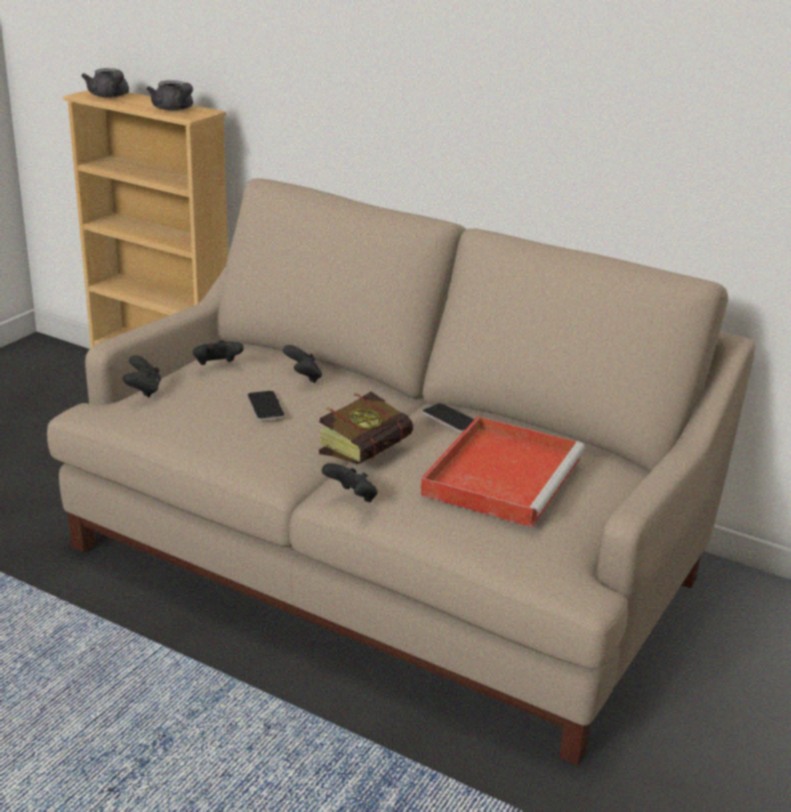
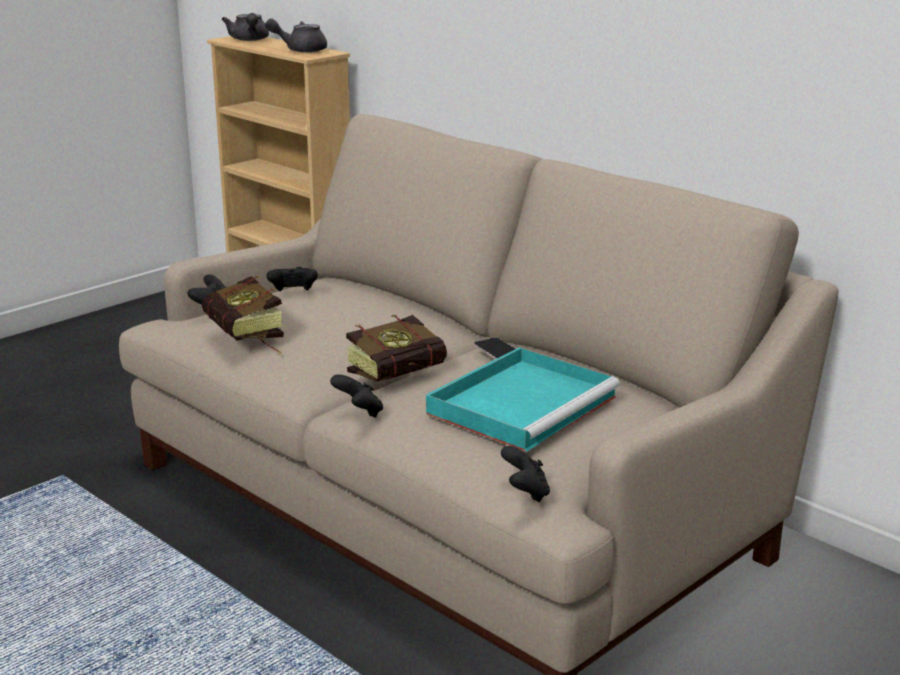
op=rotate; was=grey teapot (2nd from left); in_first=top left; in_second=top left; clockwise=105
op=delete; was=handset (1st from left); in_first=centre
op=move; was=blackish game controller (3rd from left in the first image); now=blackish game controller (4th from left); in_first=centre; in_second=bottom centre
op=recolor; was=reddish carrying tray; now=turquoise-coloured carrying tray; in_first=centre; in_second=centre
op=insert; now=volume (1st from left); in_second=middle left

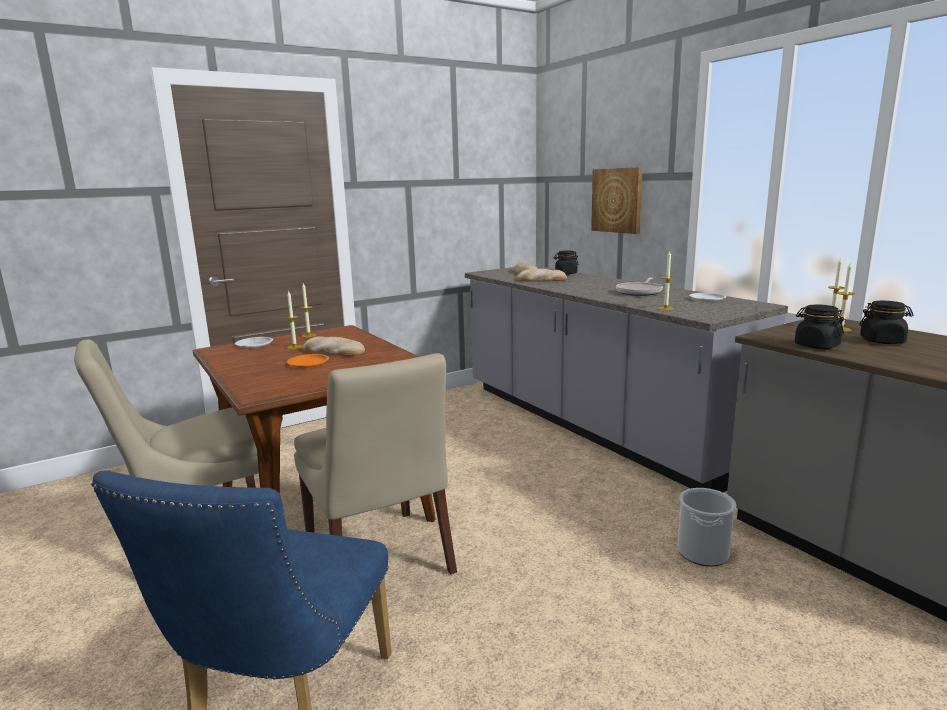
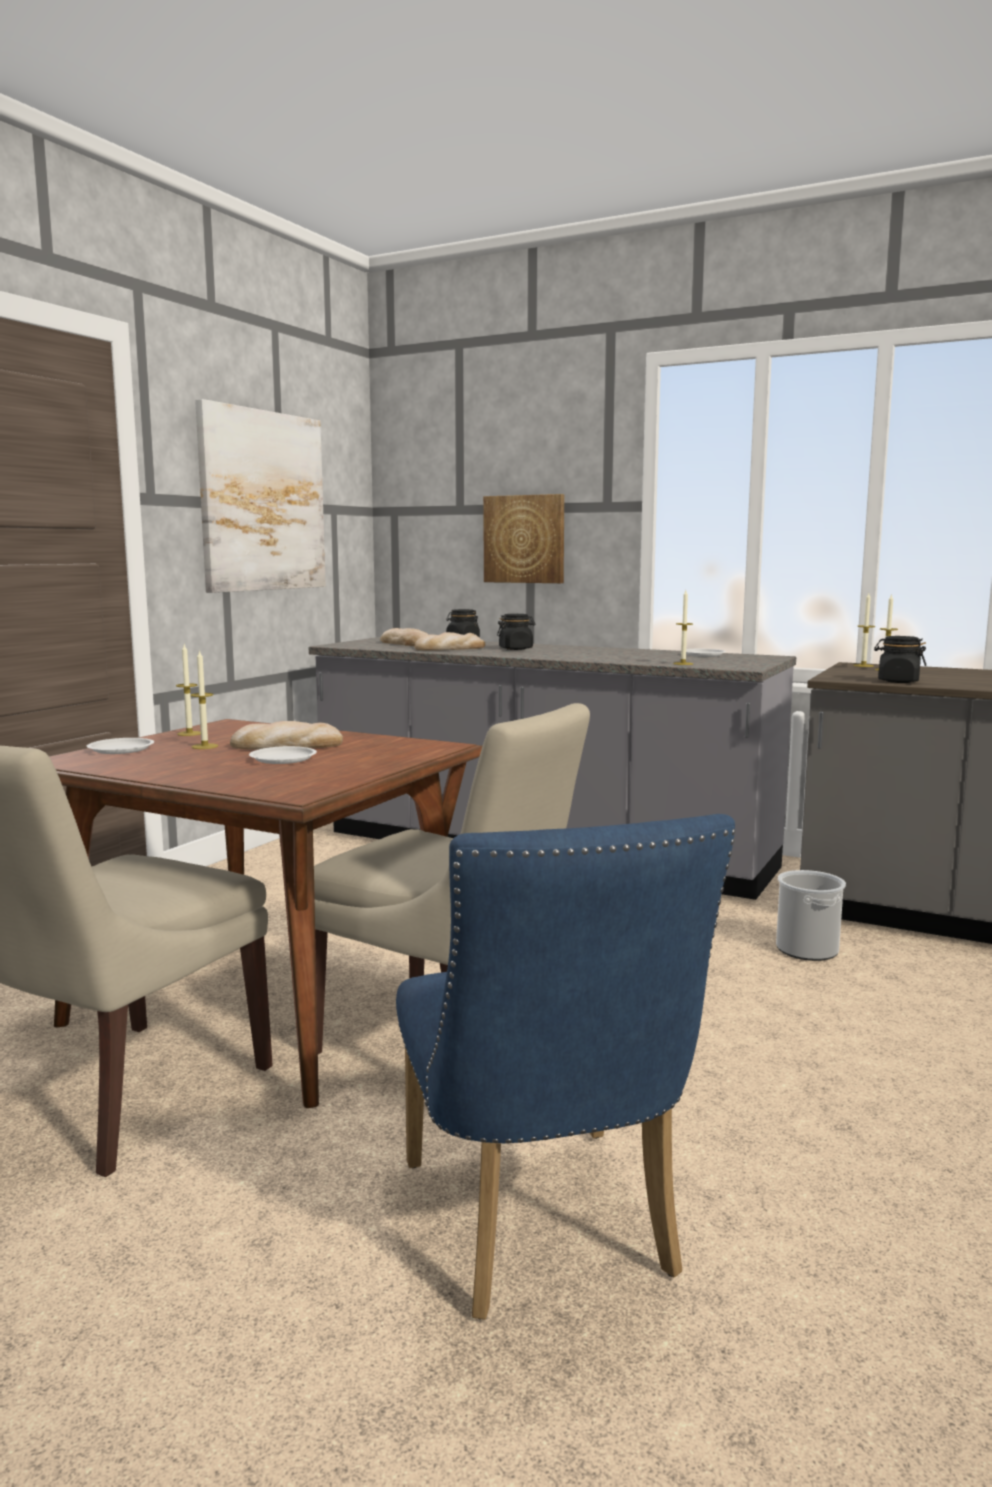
op=recolor; was=orangey dinner plate; now=white-coloured dinner plate (2nd from left); in_first=middle left; in_second=middle left
op=delete; was=pan; in_first=middle right
op=move; was=blackish jar (3rd from left in the first image); now=blackish jar (2nd from left); in_first=middle right; in_second=centre
op=insert; now=wall picture (1st from left); in_second=middle left

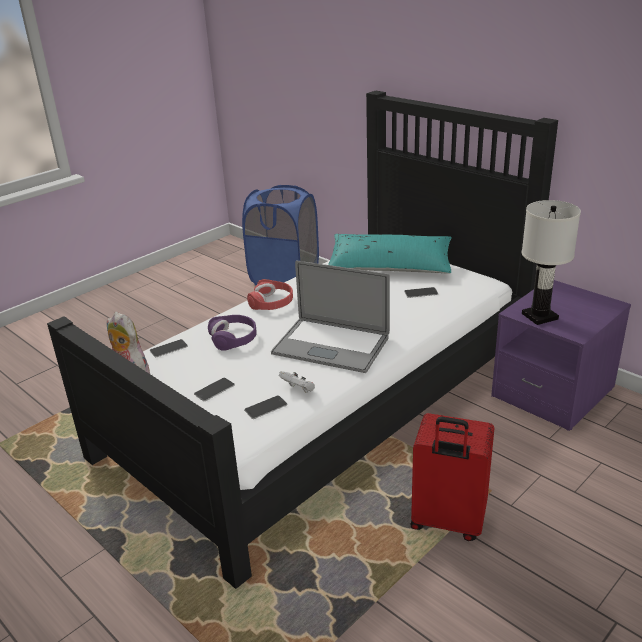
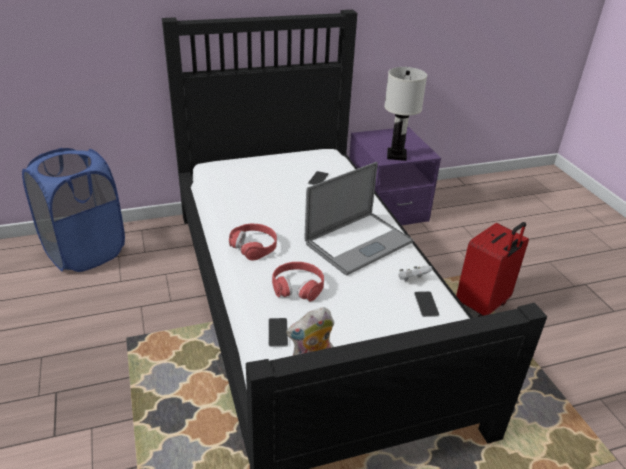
op=delete; was=handset (2nd from left); in_first=centre
op=recolor; was=purplish pair of headphones; now=reddish pair of headphones (2nd from left); in_first=centre; in_second=centre
op=delete; was=turquoise-coloured throw pillow; in_first=centre

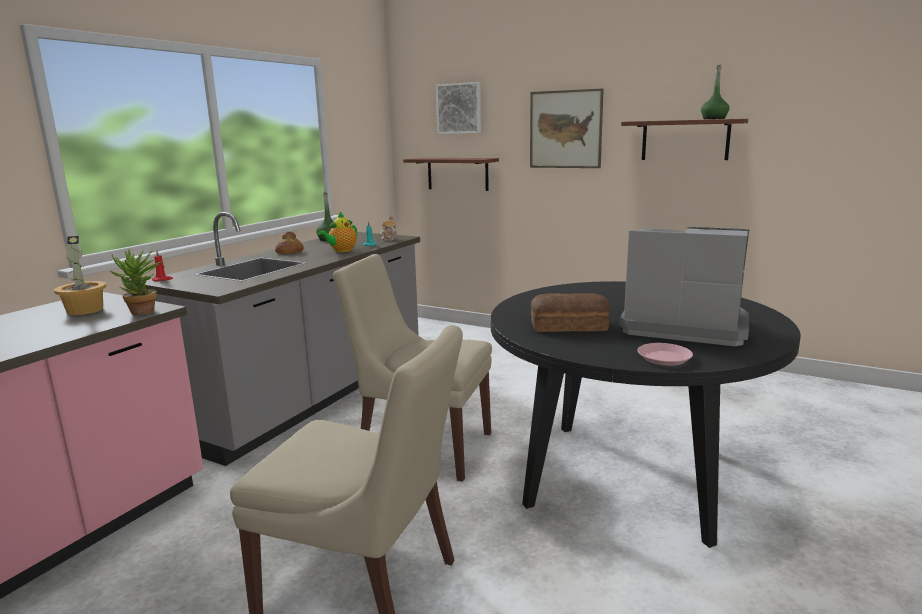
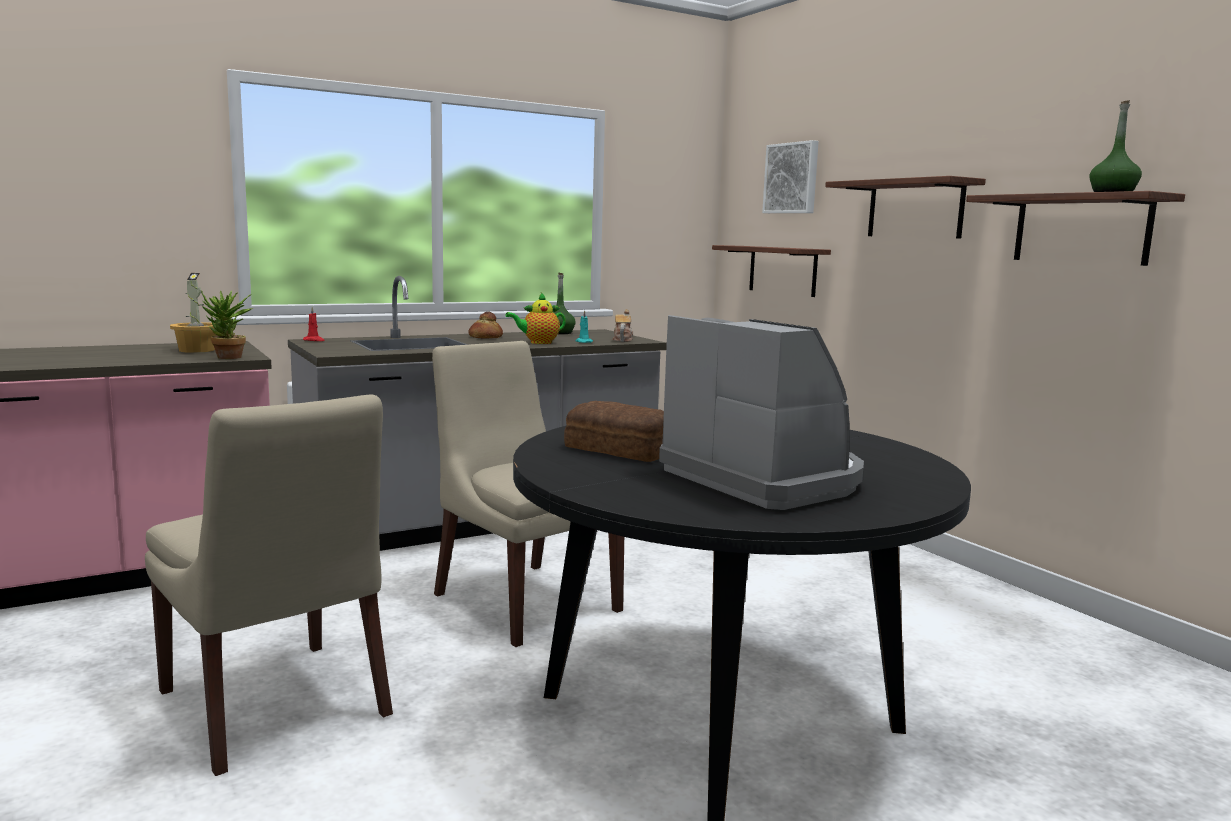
op=replace; was=wall picture (2nd from left); now=wall shelf (2nd from left); in_first=top centre; in_second=top right
op=delete; was=pink-coloured dinner plate; in_first=middle right

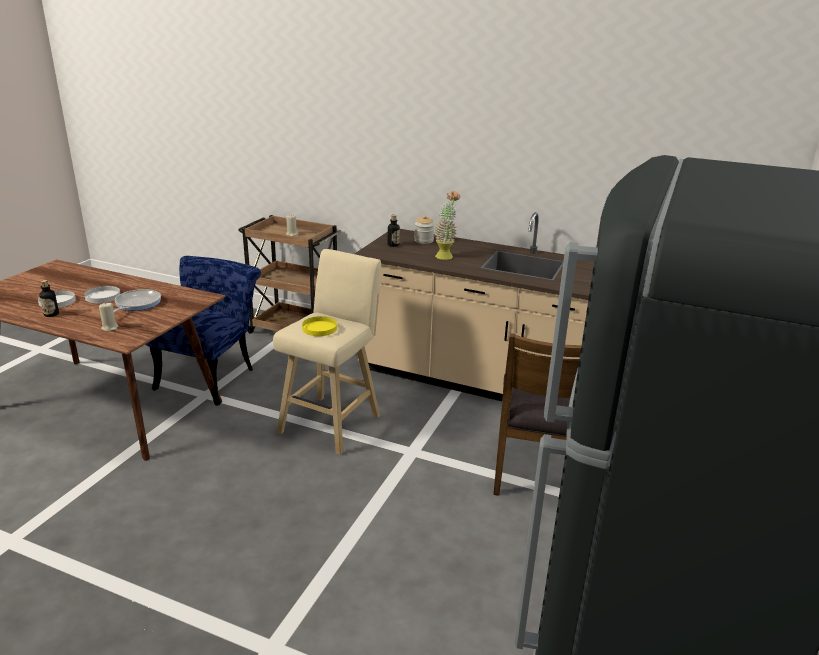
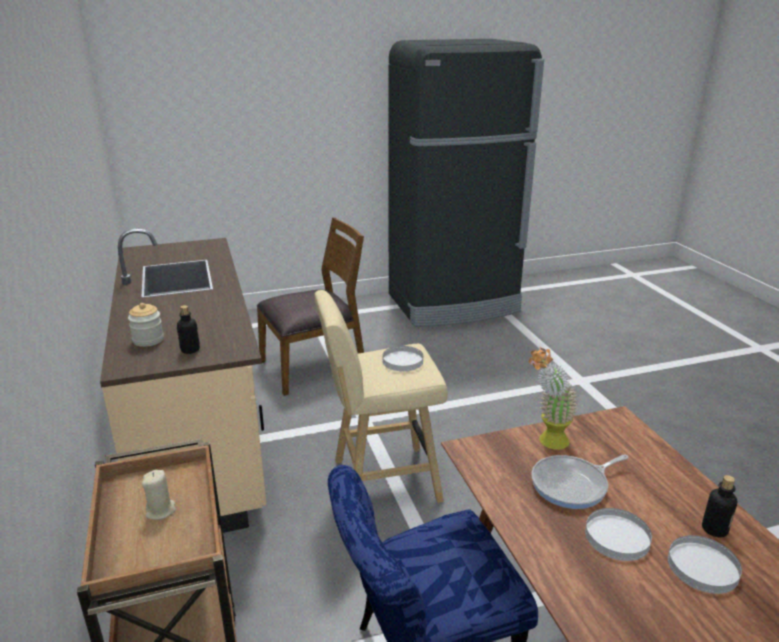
op=delete; was=sand-coloured candle (1st from left); in_first=middle left
op=recolor; was=yellow-coloured dinner plate; now=white-coloured dinner plate (1st from left); in_first=centre; in_second=centre
op=move; was=potted plant; in_first=centre; in_second=middle right

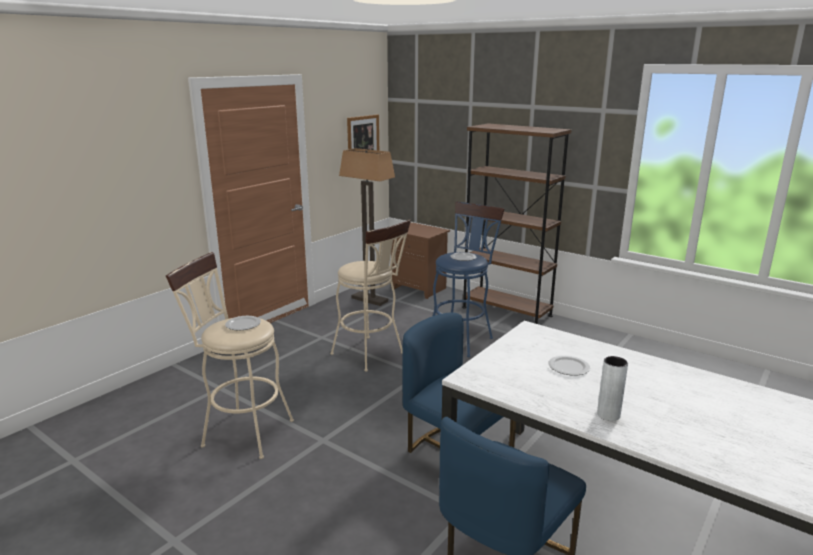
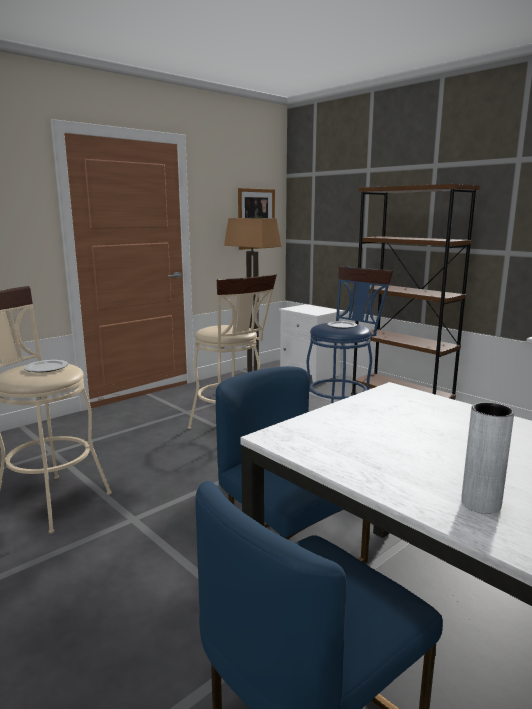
op=recolor; was=brownish night table; now=white-coloured night table; in_first=centre; in_second=centre
op=delete; was=dinner plate (3rd from left); in_first=middle right

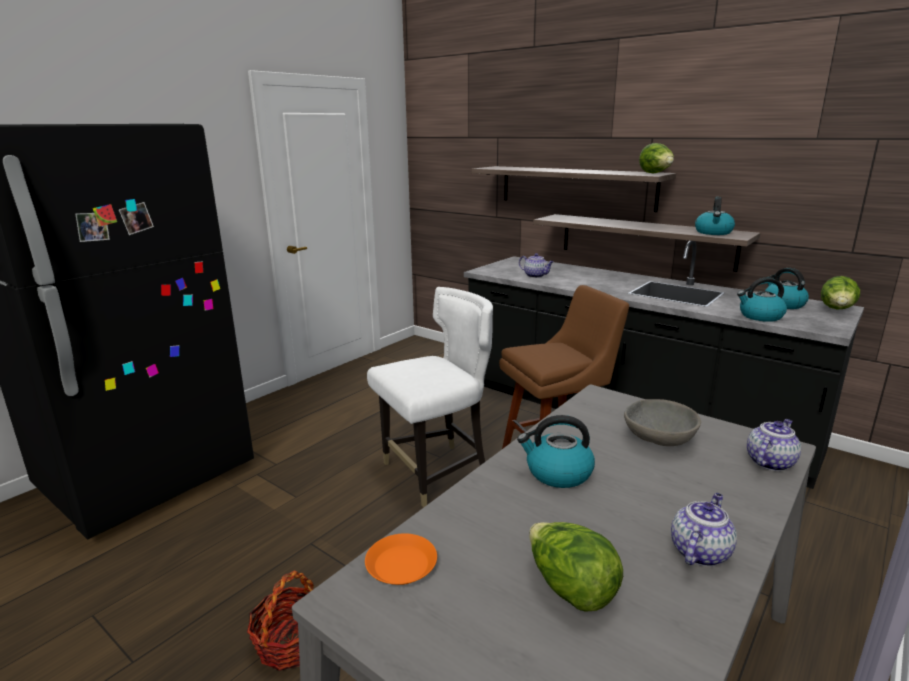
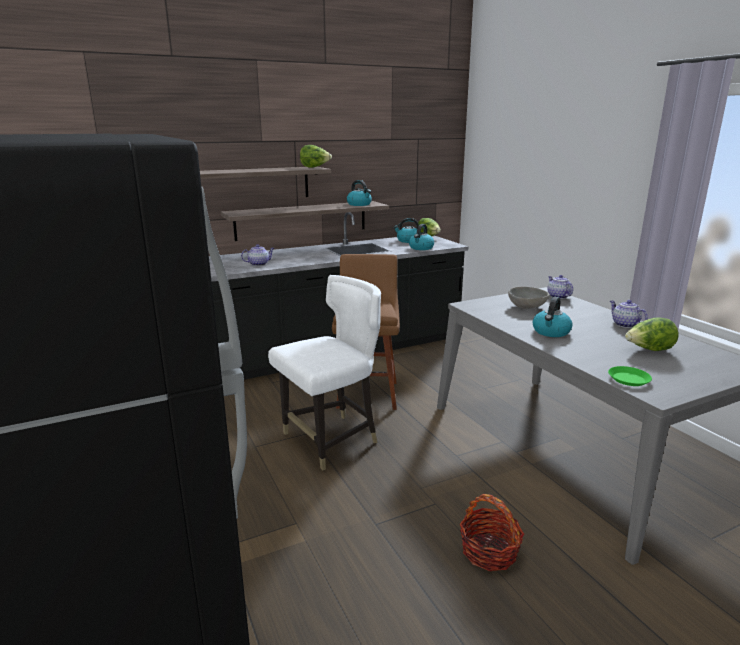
op=recolor; was=orangey dinner plate; now=green-coloured dinner plate; in_first=bottom centre; in_second=middle right
op=rotate; was=white-coloured upright chair; in_first=centre; in_second=centre; clockwise=60

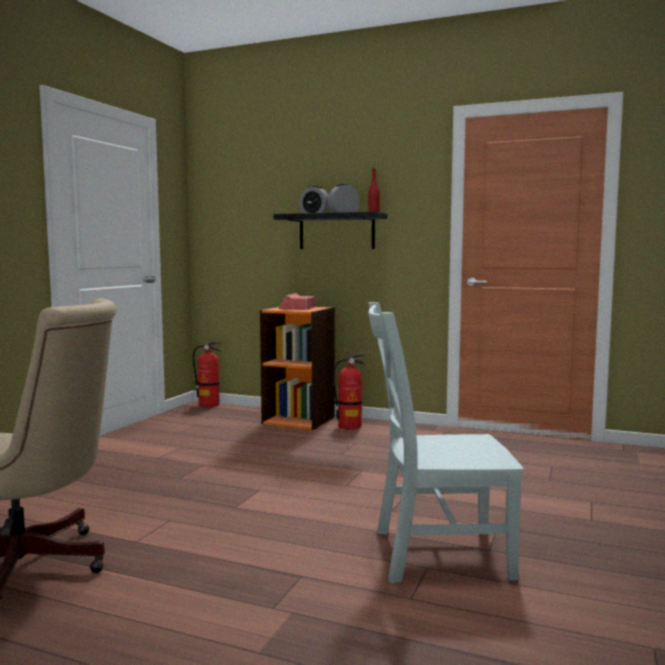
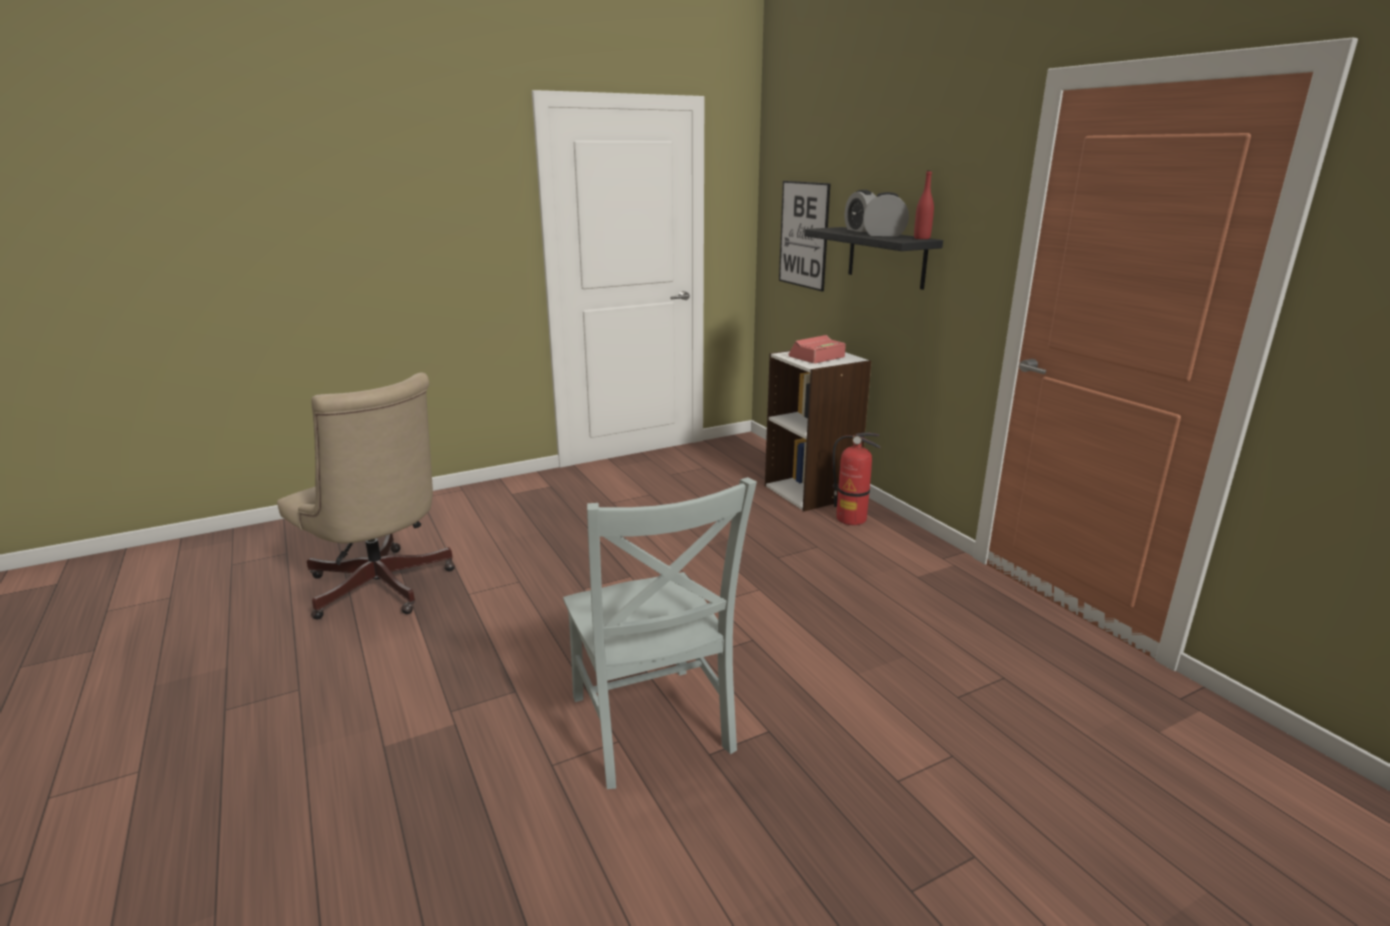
op=delete; was=fire-fighting cylinder (1st from left); in_first=middle left
op=recolor; was=orangey bookshelf; now=white-coloured bookshelf; in_first=centre; in_second=centre
op=rotate; was=grey upright chair; in_first=middle right; in_second=bottom centre; clockwise=-150
op=insert; now=wall picture; in_second=top centre

